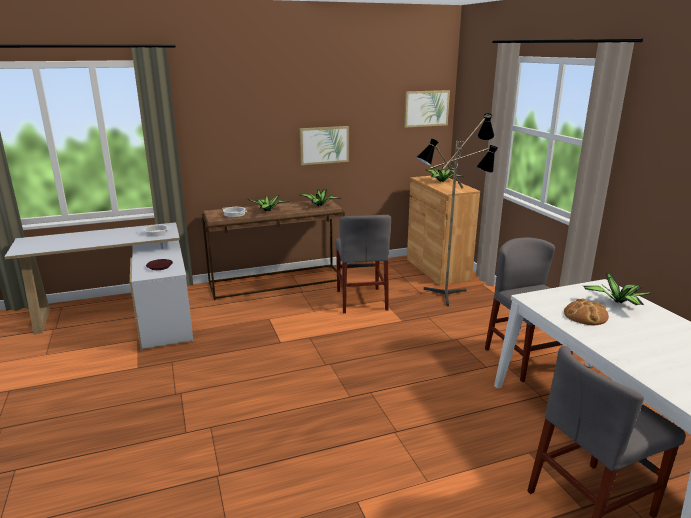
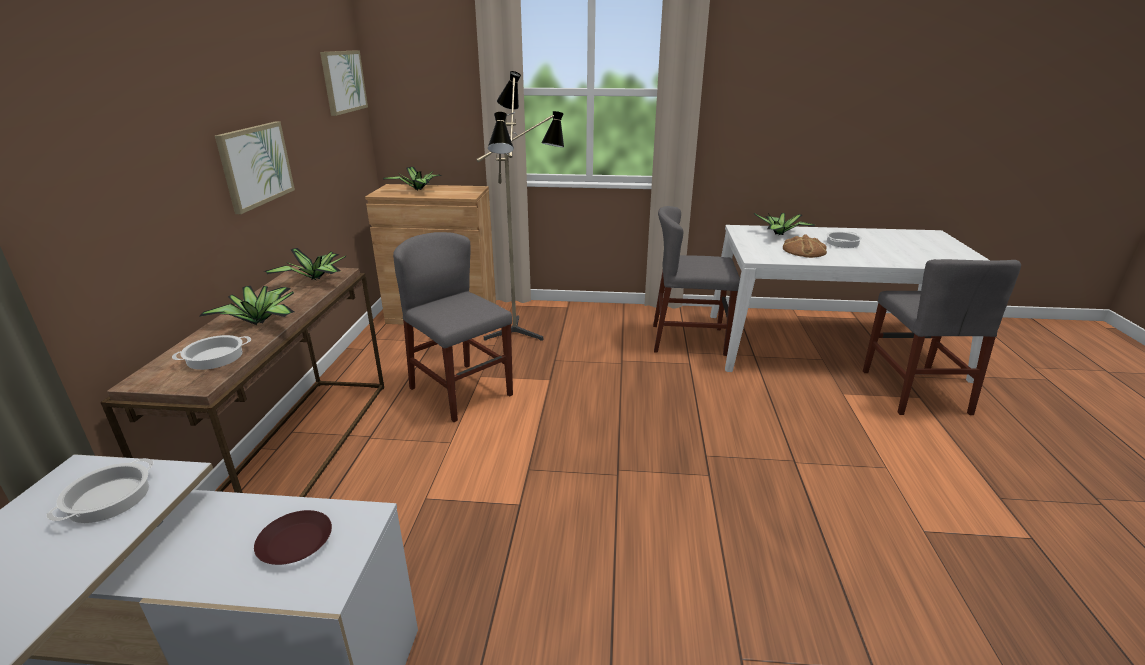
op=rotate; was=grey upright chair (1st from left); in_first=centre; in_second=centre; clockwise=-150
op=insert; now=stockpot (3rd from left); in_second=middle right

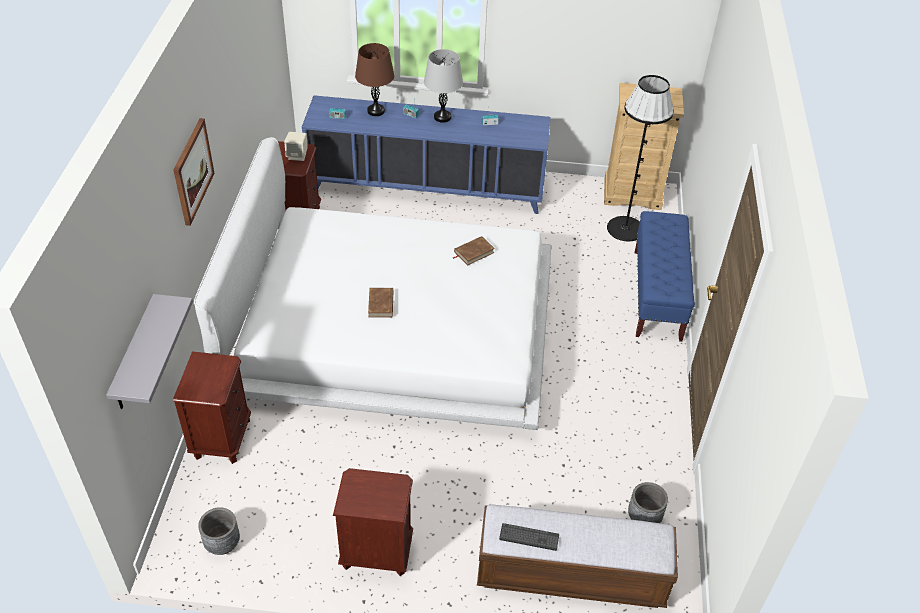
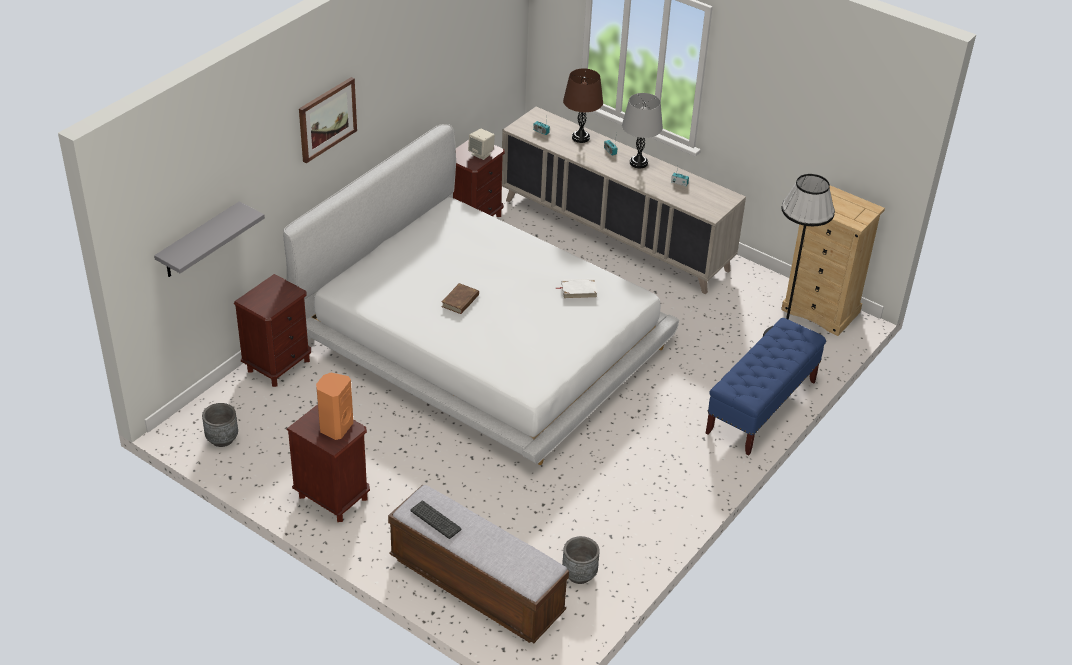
op=recolor; was=blue-coloured storage cabinet; now=sand-coloured storage cabinet; in_first=top centre; in_second=top centre
op=recolor; was=brownish volume (2nd from left); now=white-coloured volume; in_first=centre; in_second=centre
op=insert; now=orangey speaker; in_second=middle left

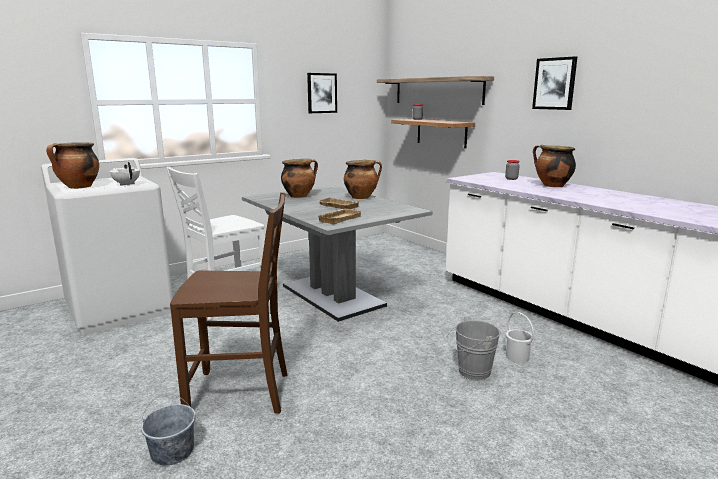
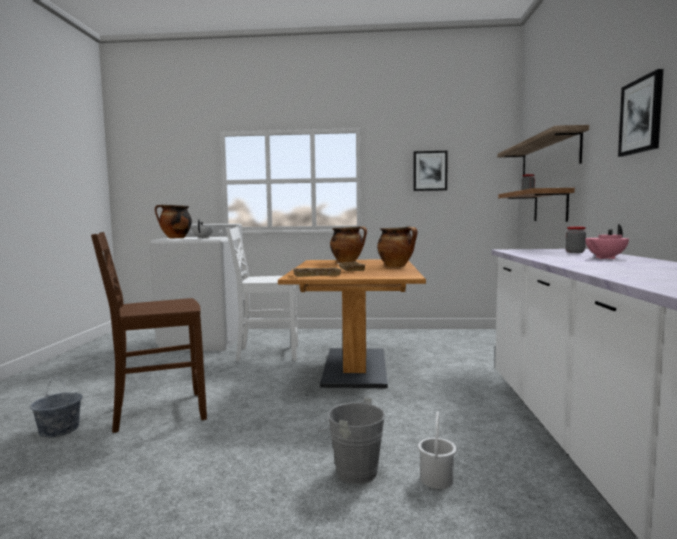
op=rotate; was=brownish upright chair; in_first=middle left; in_second=middle left; clockwise=120
op=recolor; was=grey dinner table; now=brownish dinner table; in_first=centre; in_second=centre
op=replace; was=stockpot (4th from left); now=pink-coloured teapot; in_first=middle right; in_second=middle right

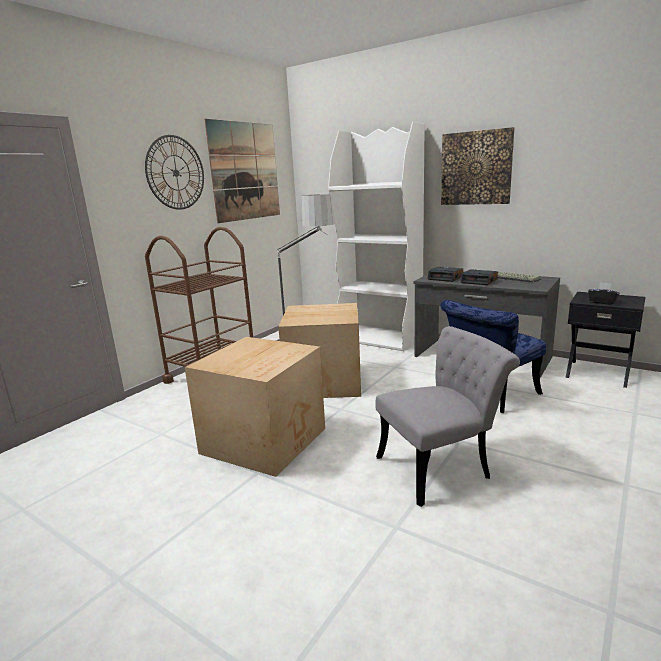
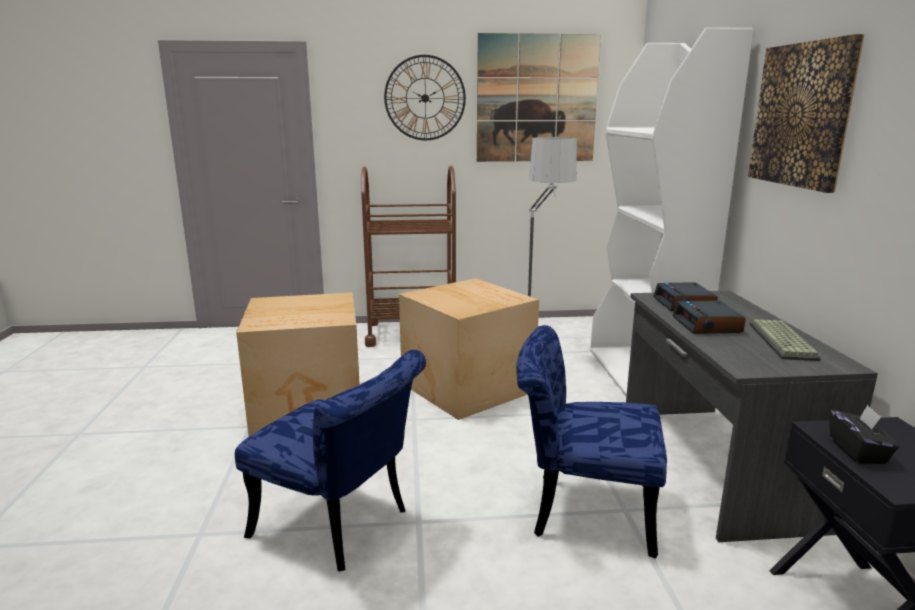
op=recolor; was=grey upright chair; now=blue-coloured upright chair (1st from left); in_first=middle right; in_second=bottom centre

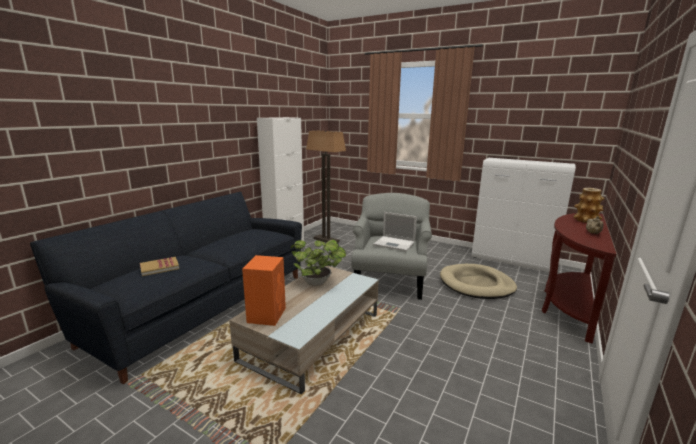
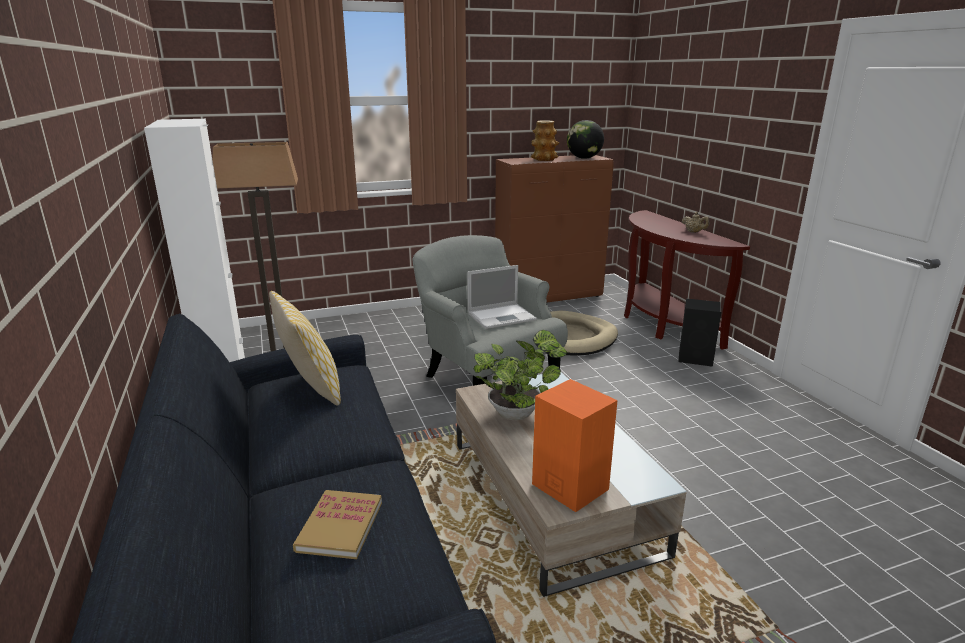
op=recolor; was=white-coloured storage cabinet (2nd from left); now=brownish storage cabinet; in_first=middle right; in_second=centre
op=move; was=vase; in_first=middle right; in_second=top centre
op=insert; now=throw pillow; in_second=middle left
op=insert; now=world globe; in_second=top centre
op=insert; now=blackish speaker; in_second=middle right

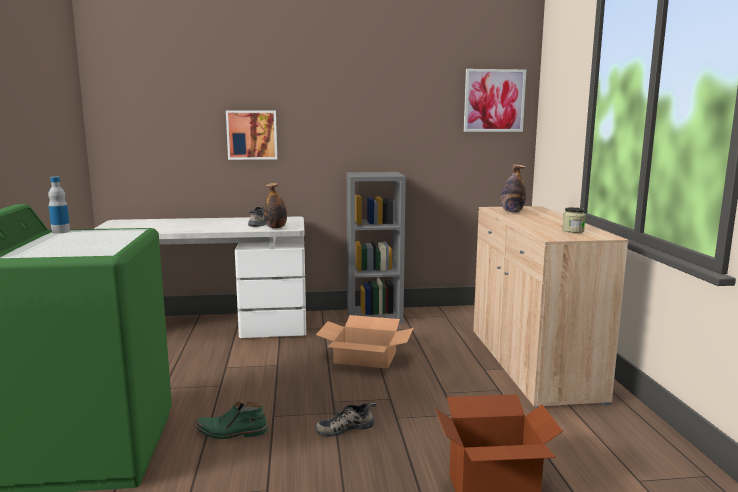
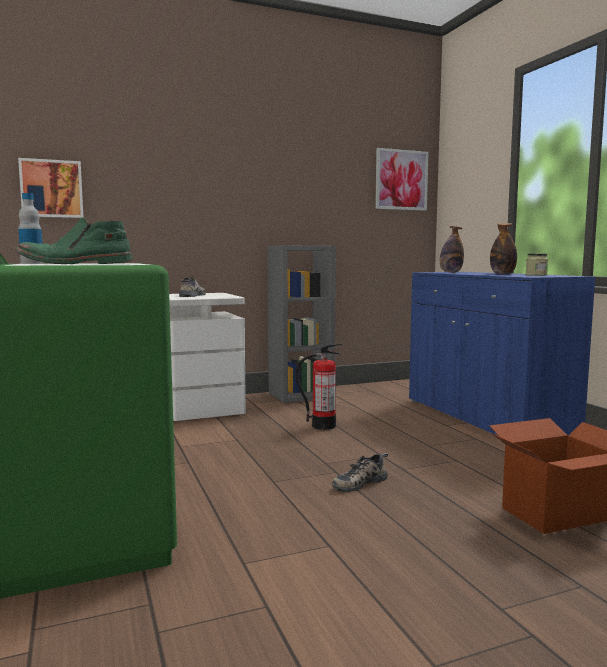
op=move; was=green-coloured high-top boot; in_first=bottom left; in_second=middle left
op=move; was=wall picture (1st from left); in_first=top centre; in_second=top left
op=move; was=beverage bottle (2nd from left in the first image); now=beverage bottle (3rd from left); in_first=centre; in_second=middle right
op=replace; was=cardboard box (1st from left); now=fire-fighting cylinder; in_first=bottom centre; in_second=centre
op=recolor; was=sand-coloured storage cabinet; now=blue-coloured storage cabinet; in_first=middle right; in_second=middle right

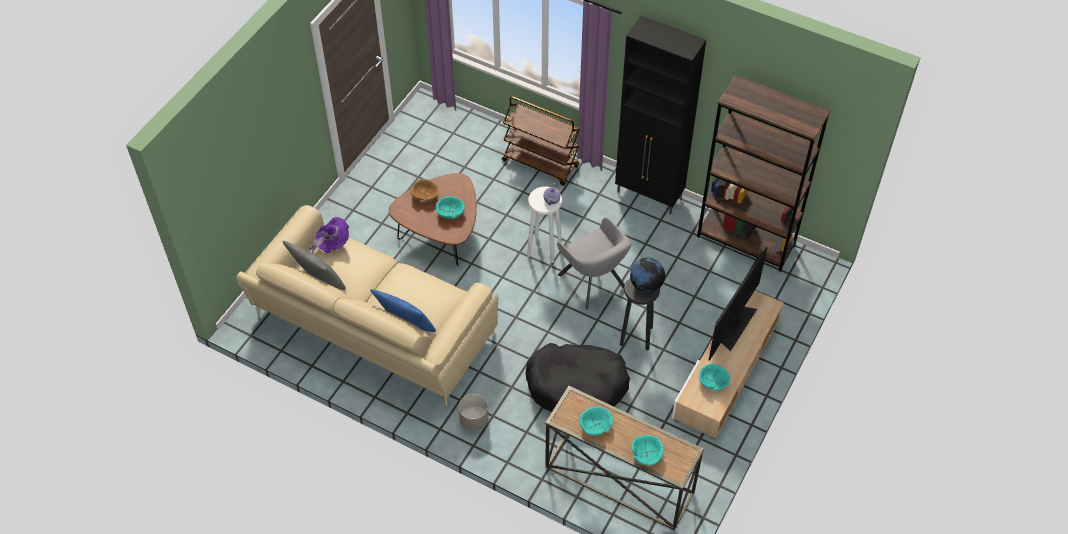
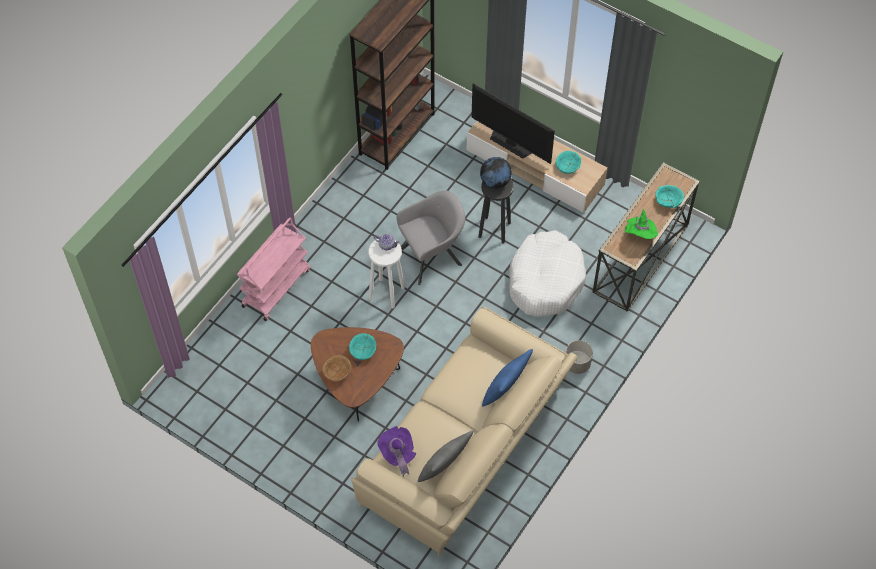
op=recolor; was=brownish trolley; now=pink-coloured trolley; in_first=top centre; in_second=middle left
op=recolor; was=blackish dog cushion; now=white-coloured dog cushion; in_first=bottom centre; in_second=centre
op=replace; was=turquoise-coloured serving bowl (2nd from left); now=green-coloured hat; in_first=bottom centre; in_second=middle right
op=delete; was=blackish storage cabinet; in_first=top centre

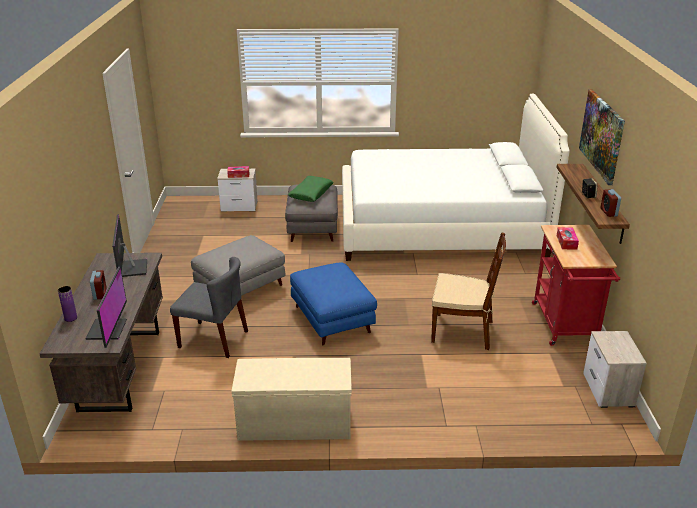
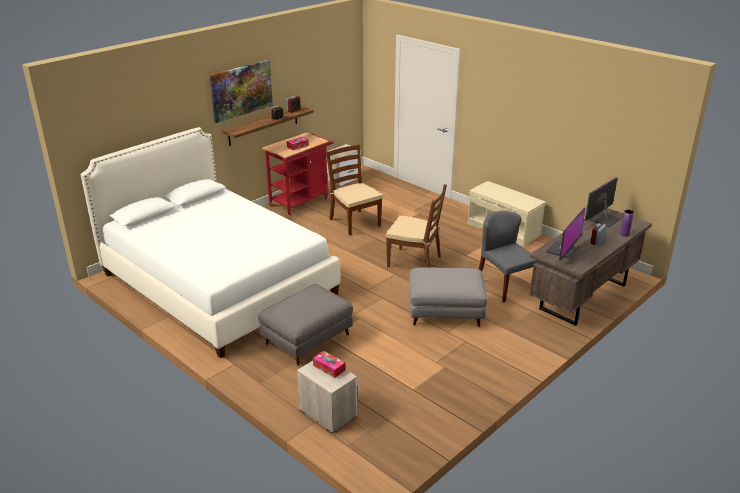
op=delete; was=green-coloured throw pillow; in_first=centre
op=replace; was=blue-coloured footrest; now=brownish upright chair (2nd from left); in_first=centre; in_second=centre

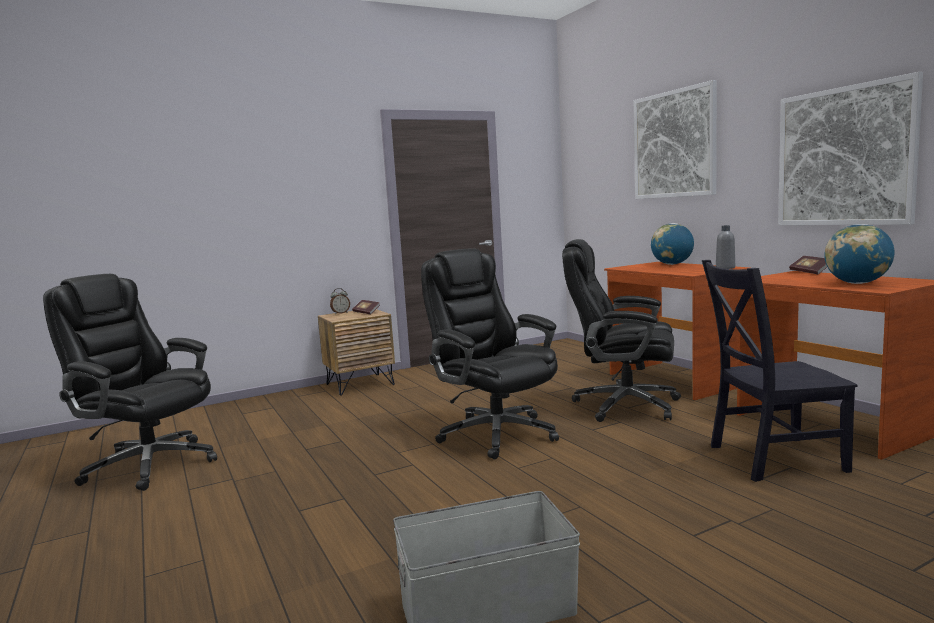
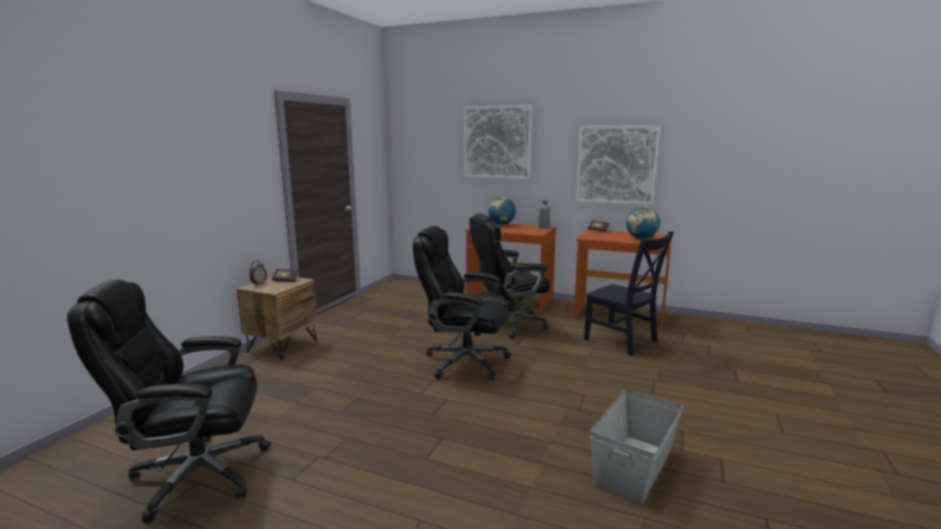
op=rotate; was=blackish upright chair; in_first=middle right; in_second=middle right; clockwise=-90

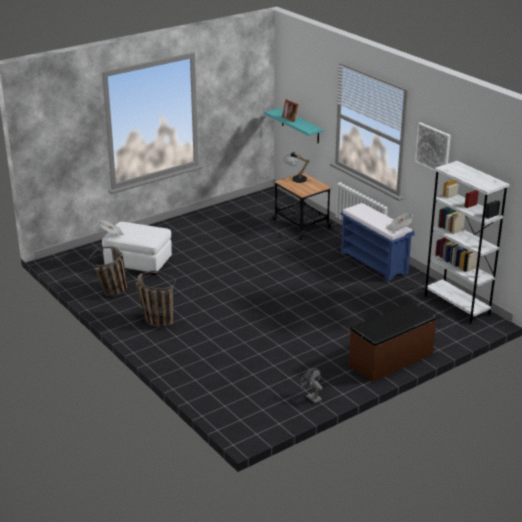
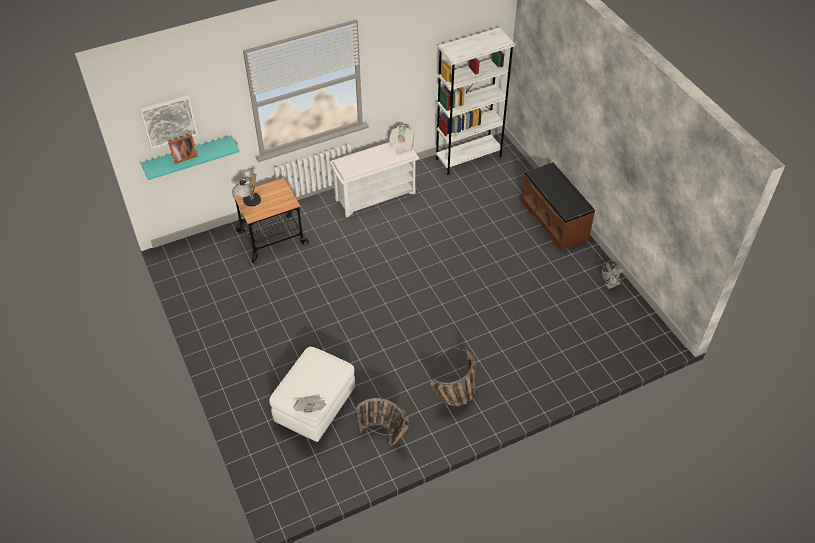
op=recolor; was=blue-coloured bench; now=white-coloured bench; in_first=middle right; in_second=top centre
op=move; was=wall picture; in_first=top right; in_second=top left

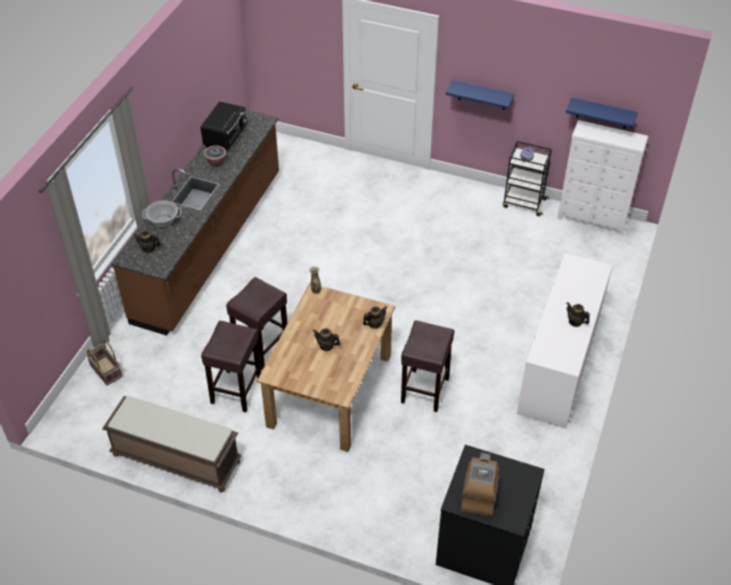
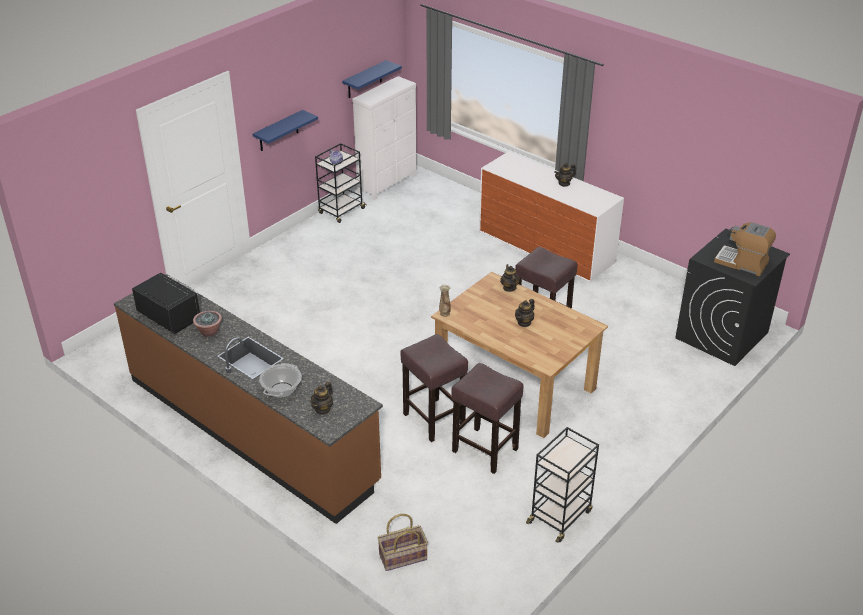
op=replace; was=brownish bench; now=blackish trolley (2nd from left); in_first=bottom left; in_second=bottom centre

